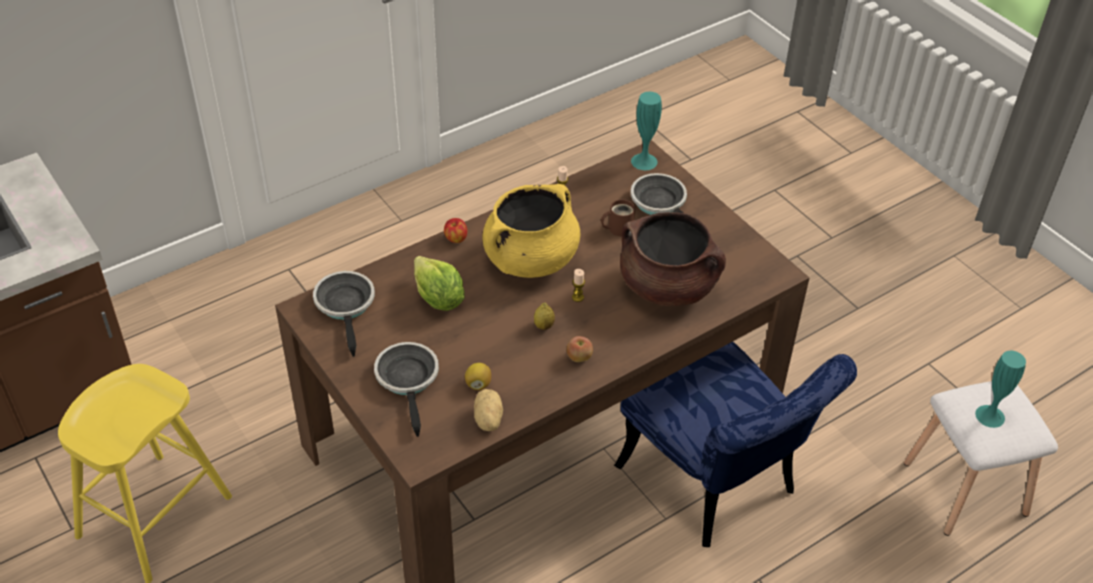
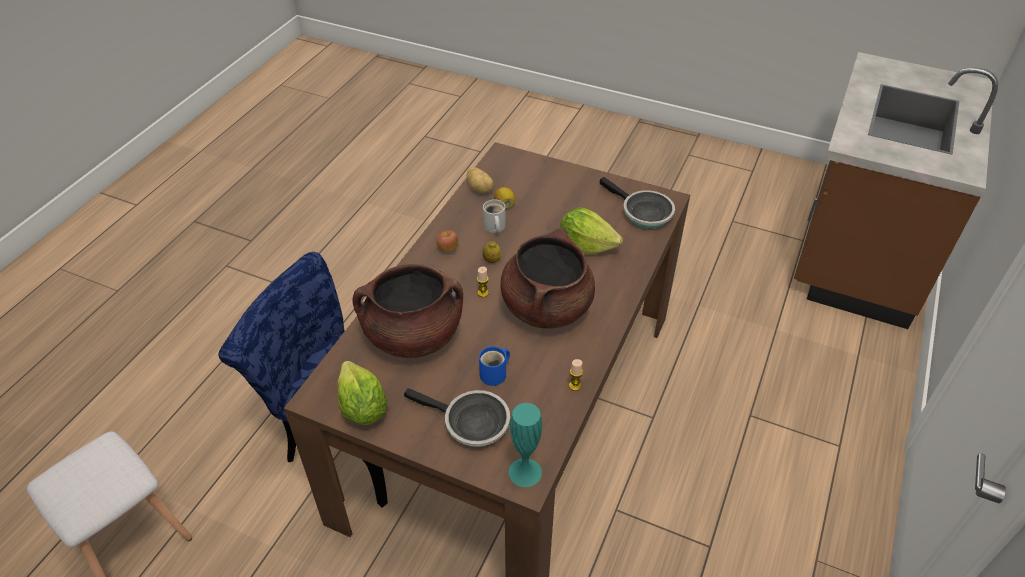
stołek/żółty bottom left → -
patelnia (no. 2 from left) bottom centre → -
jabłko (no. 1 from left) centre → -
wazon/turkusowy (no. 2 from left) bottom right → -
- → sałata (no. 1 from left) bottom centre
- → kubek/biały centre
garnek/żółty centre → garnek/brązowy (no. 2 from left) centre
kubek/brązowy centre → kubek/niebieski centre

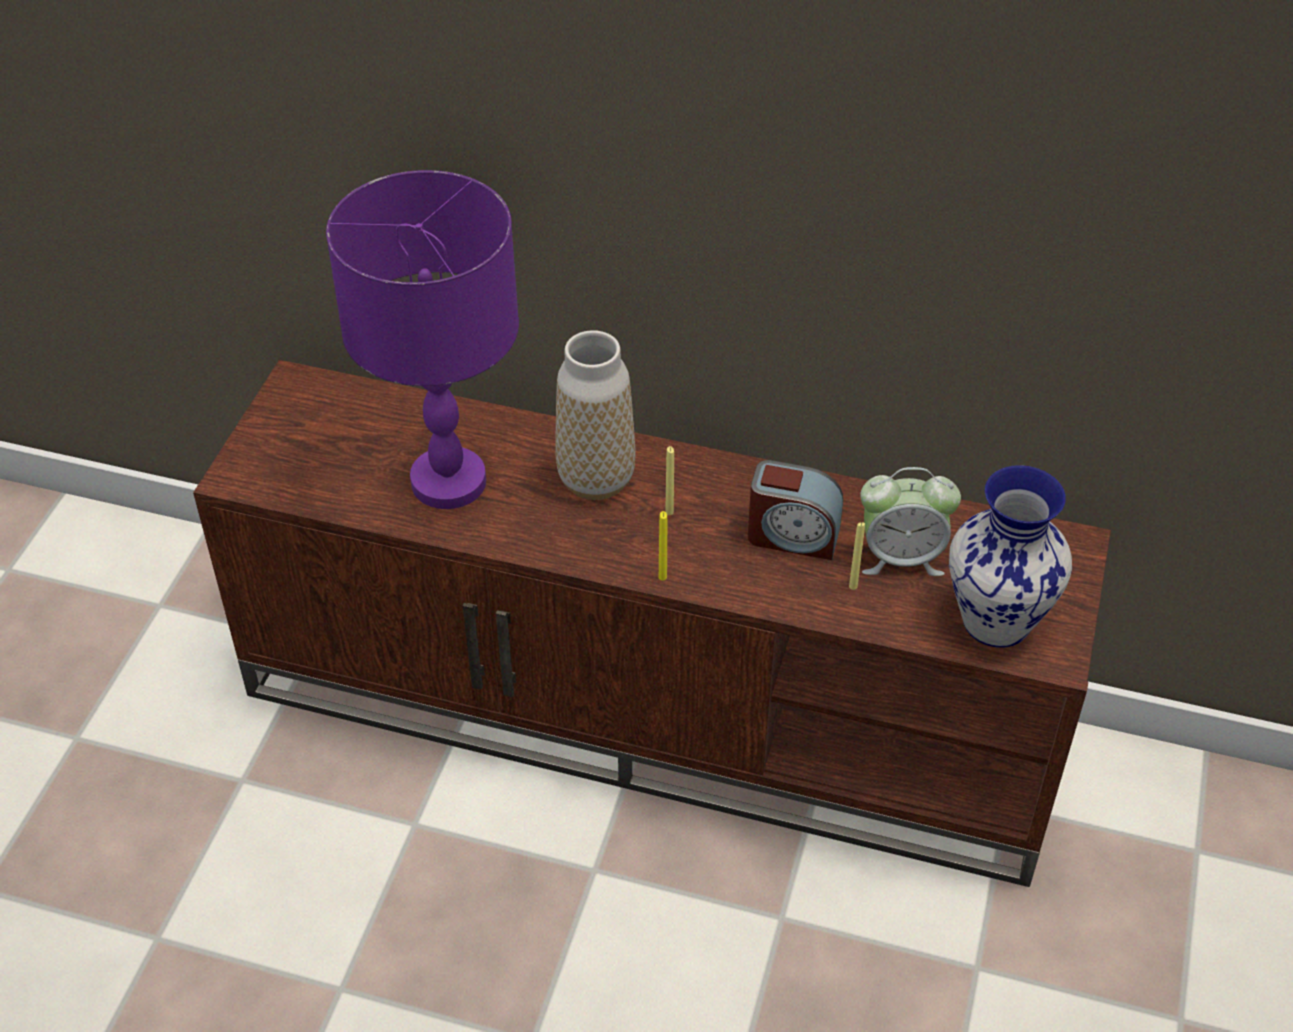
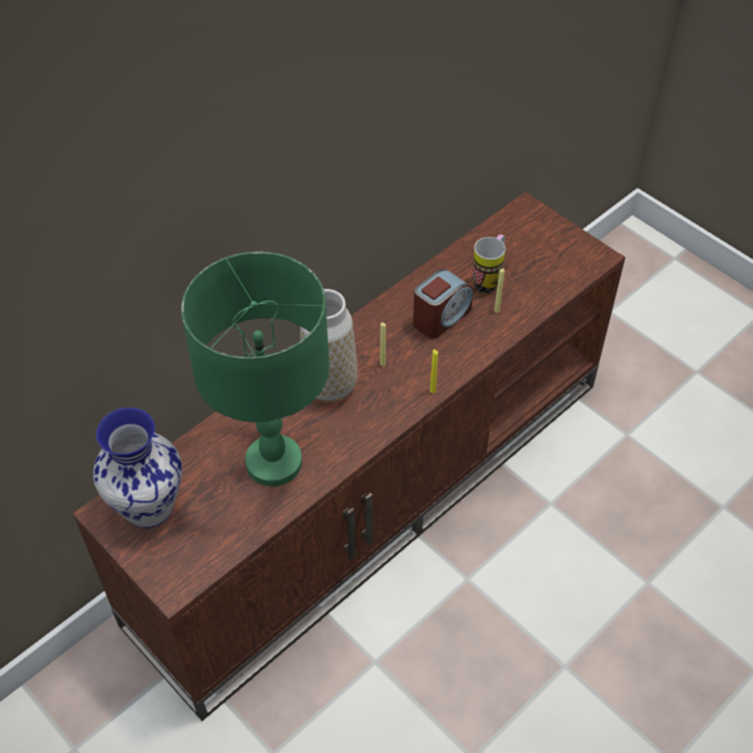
wazon (no. 2 from left in the first image) middle right → wazon (no. 1 from left) middle left, shifted
budzik (no. 2 from left) middle right → kubek centre
lampa stołowa/fioletowy top left → lampa stołowa/zielony centre

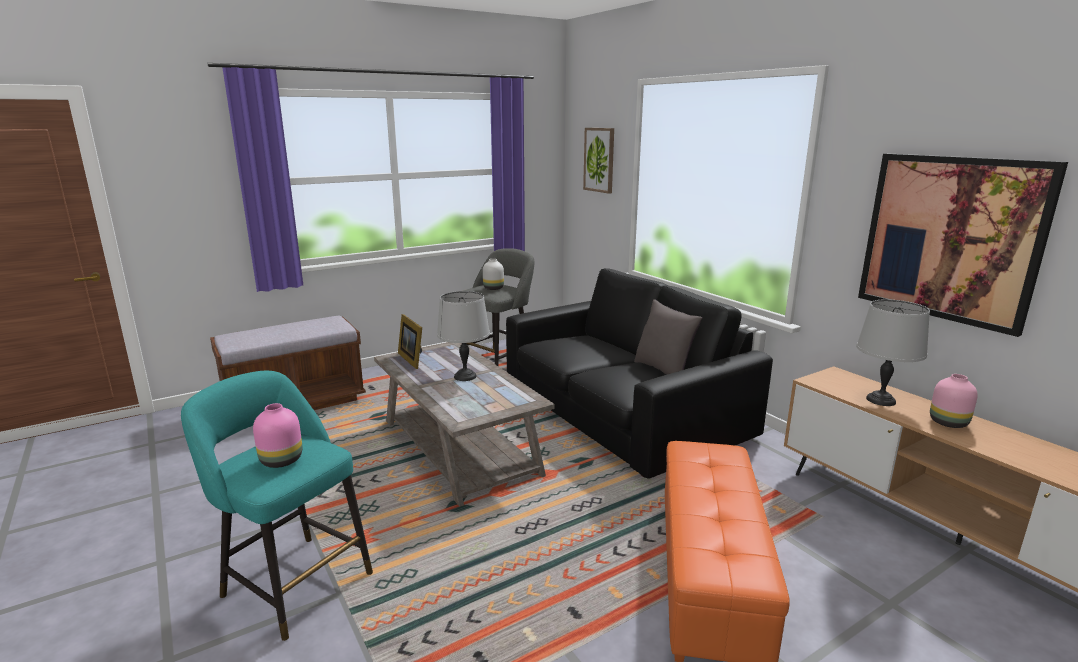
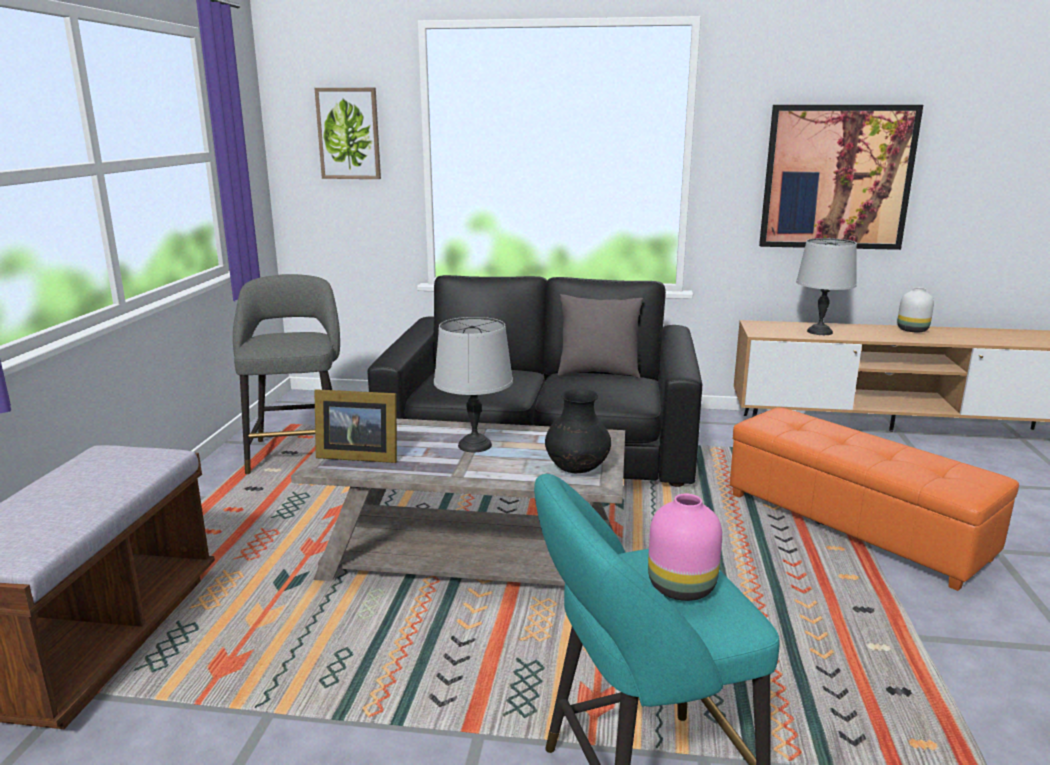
wazon/różowy (no. 2 from left) middle right → -
- → wazon/czarny centre
wazon/biały centre → wazon/biały middle right, shifted

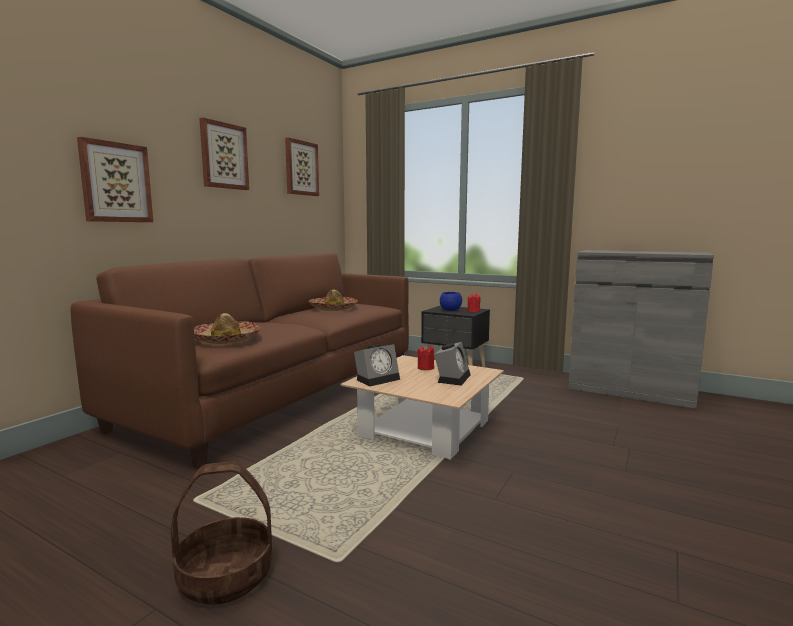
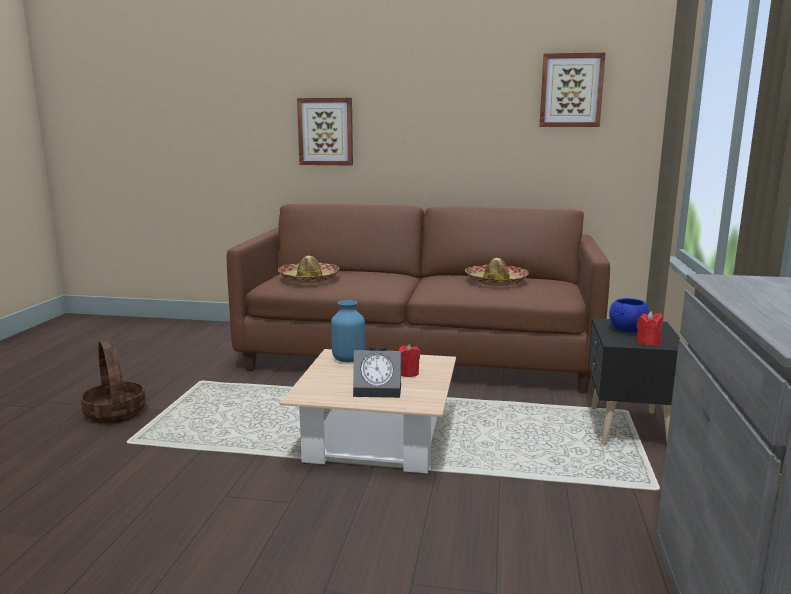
obraz (no. 2 from left) top left → -
budzik (no. 1 from left) centre → wazon/niebieski centre

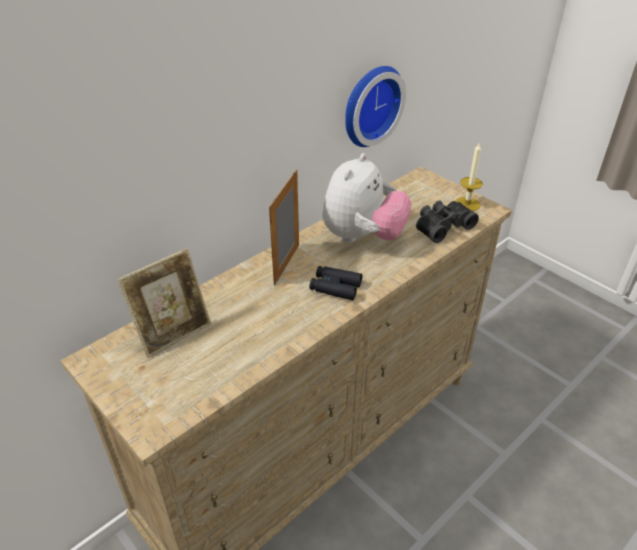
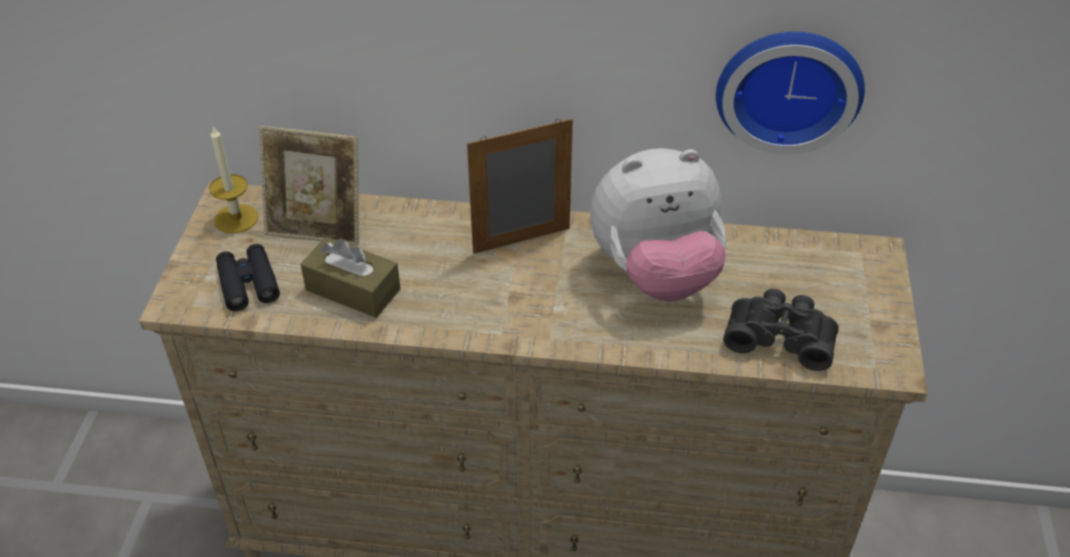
- → pudełko chusteczek/brązowy middle left
lornetka/czarny (no. 1 from left) centre → lornetka/czarny (no. 1 from left) middle left, shifted
świeca top right → świeca top left, shifted

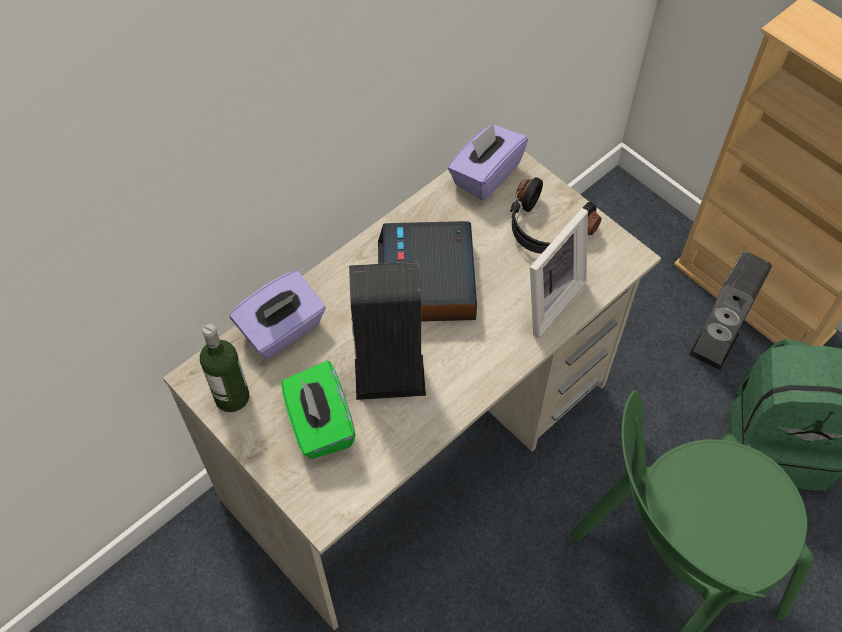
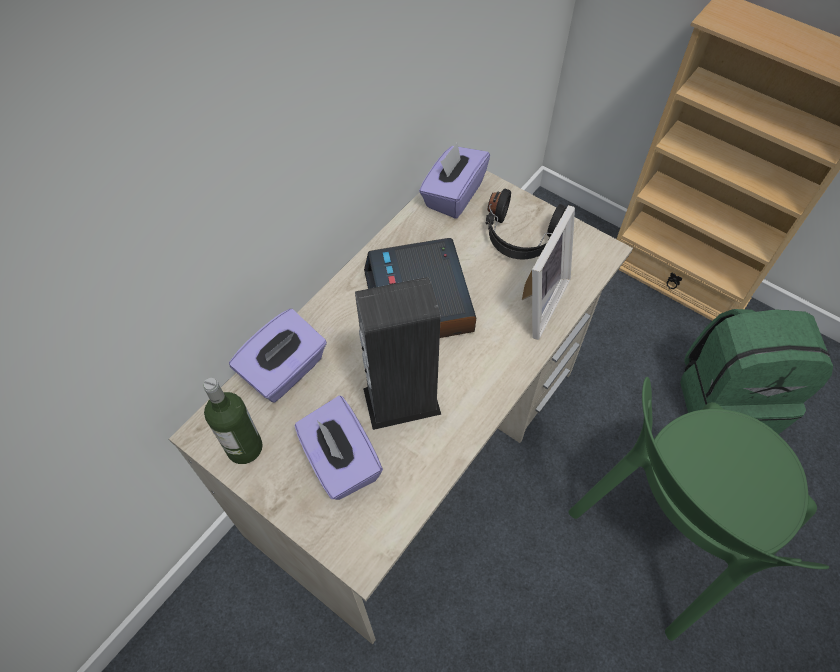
głośnik (no. 2 from left) middle right → -
pudełko chusteczek/zielony centre → pudełko chusteczek/fioletowy (no. 2 from left) bottom centre

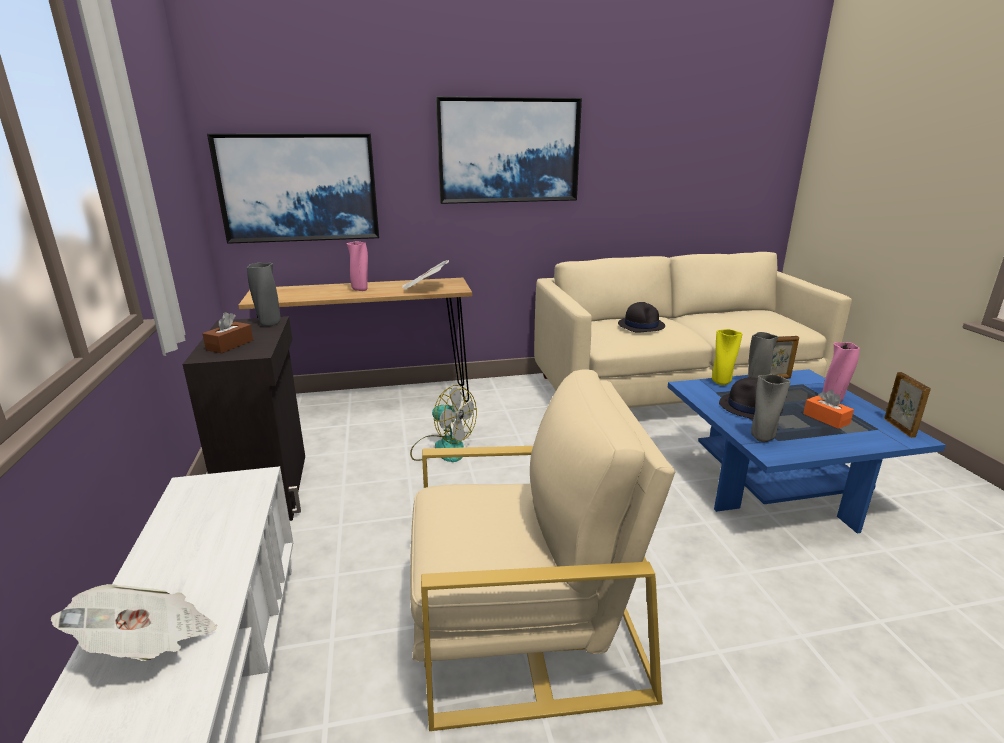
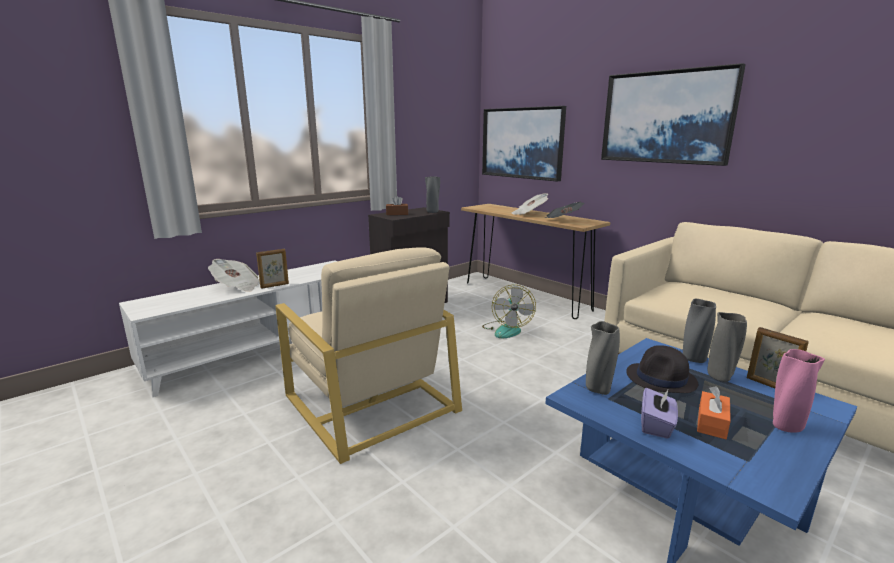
kapelusz/czarny (no. 1 from left) centre → -
- → pudełko chusteczek/fioletowy bottom right
ramka na zdjęcie (no. 2 from left in the first image) middle right → ramka na zdjęcie (no. 1 from left) middle left, shifted
wazon/różowy (no. 1 from left) centre → gazeta (no. 2 from left) centre
wazon/żółty middle right → wazon/szary (no. 3 from left) middle right

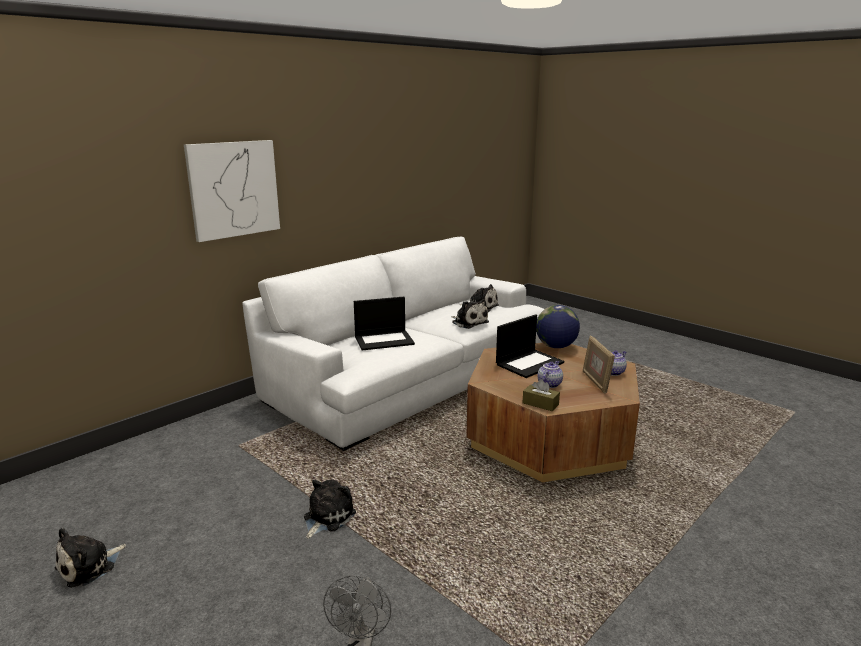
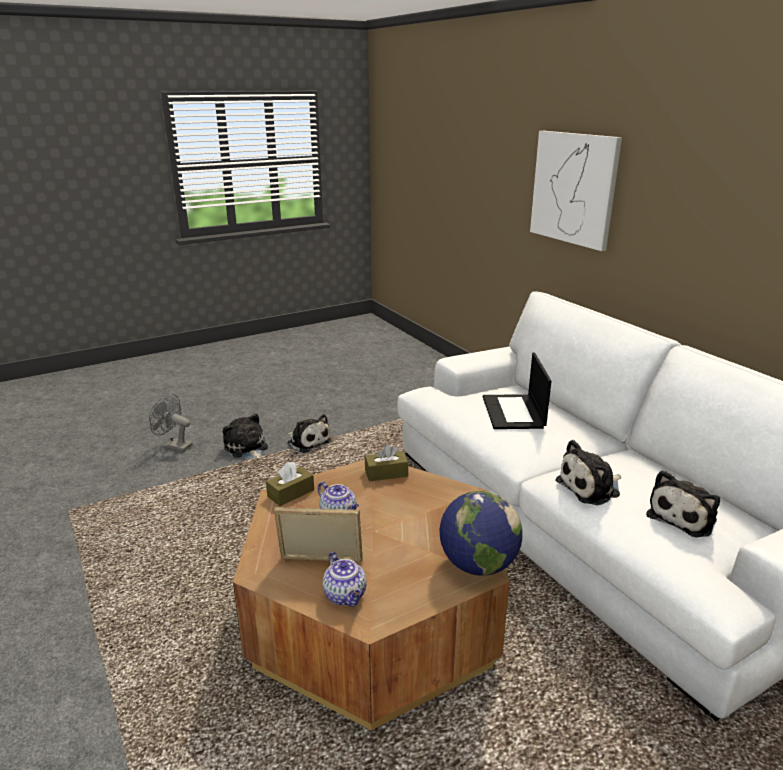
laptop (no. 2 from left) centre → -
- → pudełko chusteczek/brązowy (no. 2 from left) centre
pluszak (no. 1 from left) bottom left → pluszak (no. 1 from left) middle left, shifted

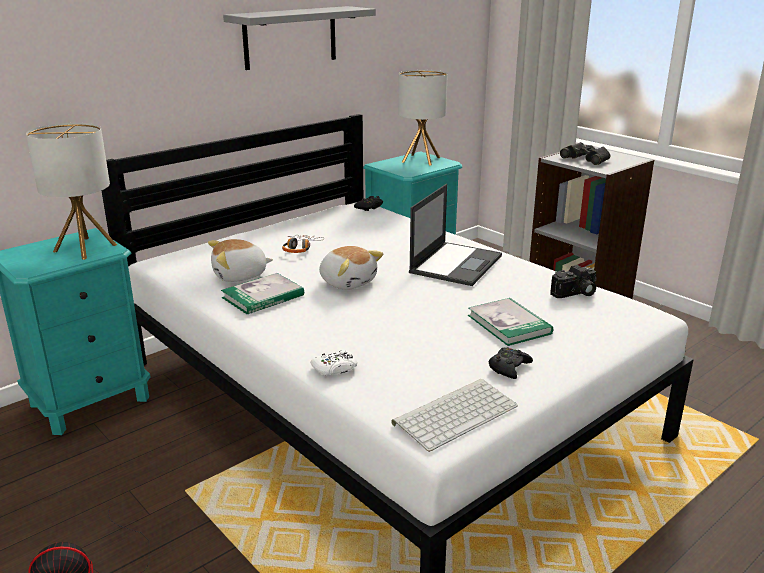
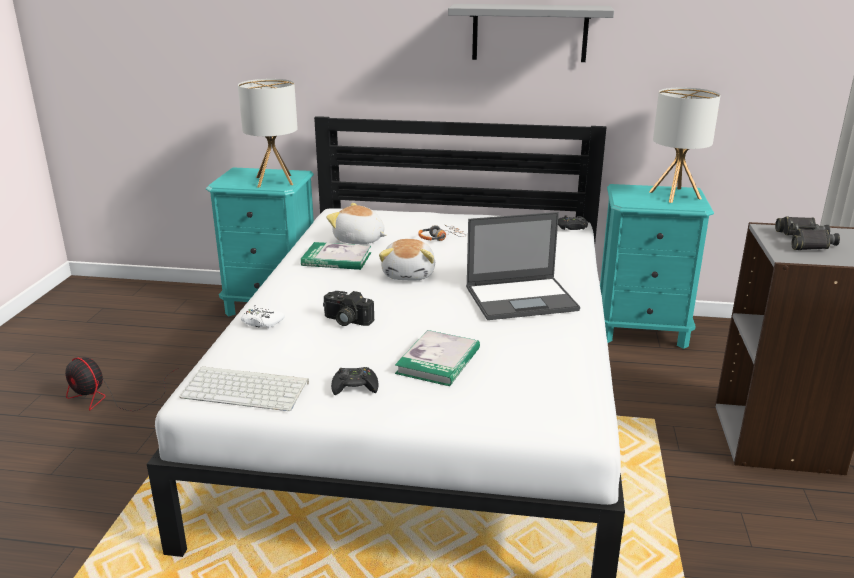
aparat fotograficzny middle right → aparat fotograficzny centre, shifted

